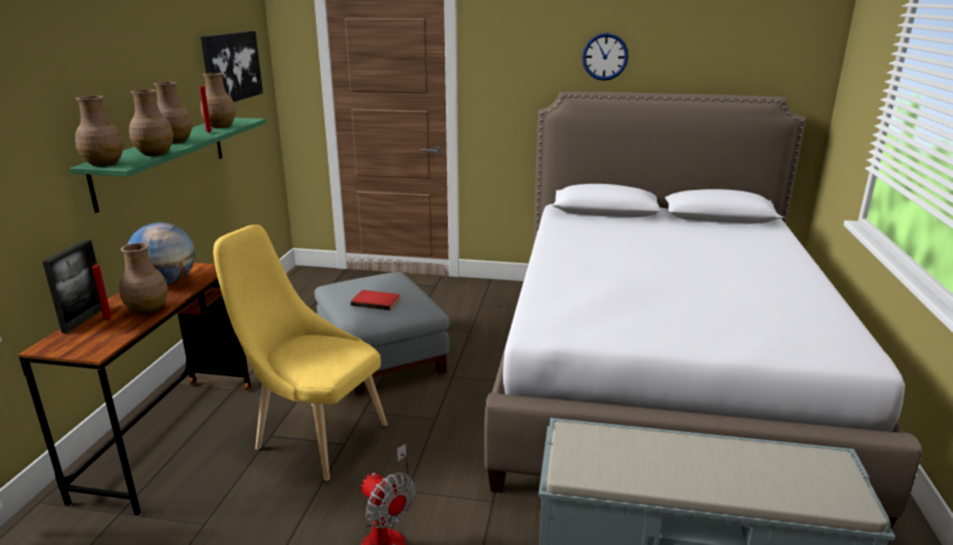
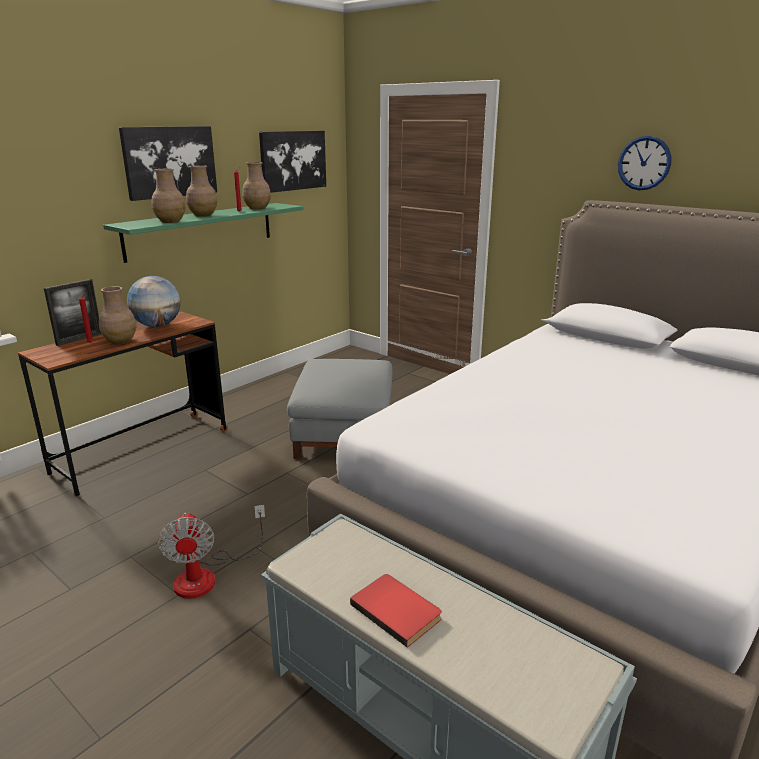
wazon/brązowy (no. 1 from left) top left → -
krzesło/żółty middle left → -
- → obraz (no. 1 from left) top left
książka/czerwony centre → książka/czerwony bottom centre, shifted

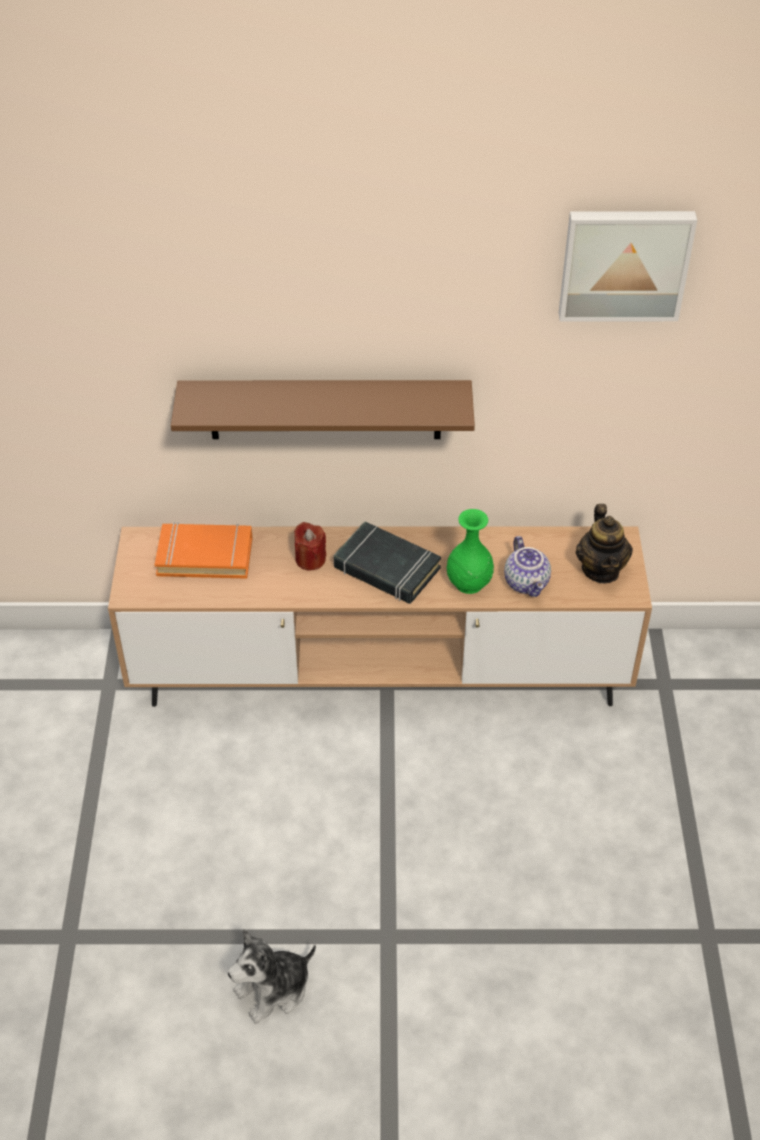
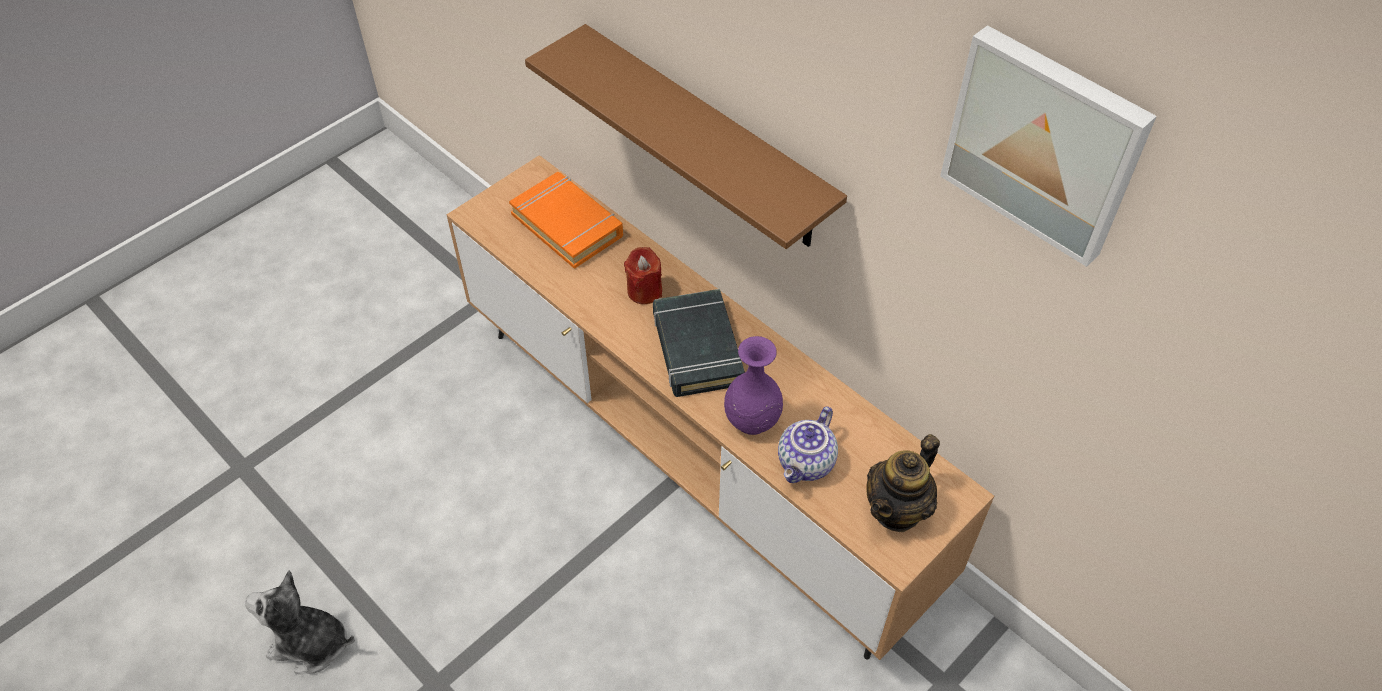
wazon/zielony centre → wazon/fioletowy centre

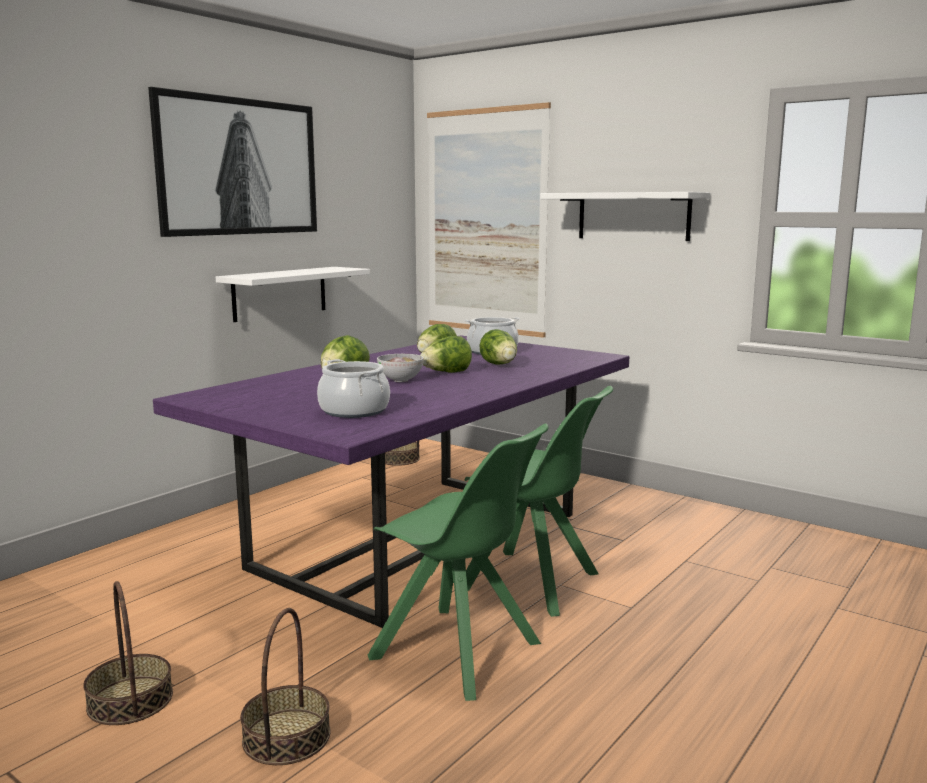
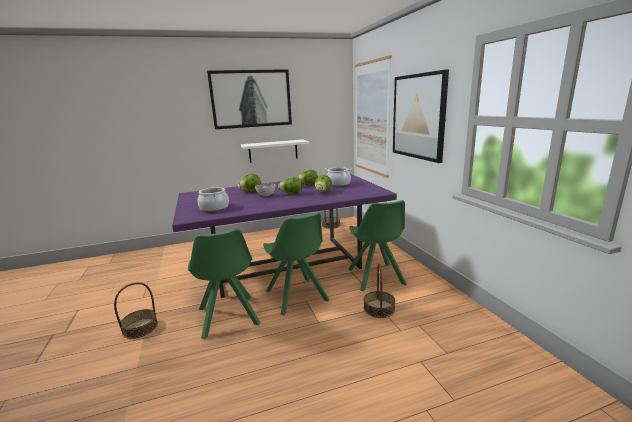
- → krzesło/zielony (no. 3 from left) centre
koszyk (no. 1 from left in the first image) bottom left → koszyk (no. 3 from left) bottom centre, shifted
półka/biały (no. 2 from left) top right → obraz (no. 3 from left) top centre

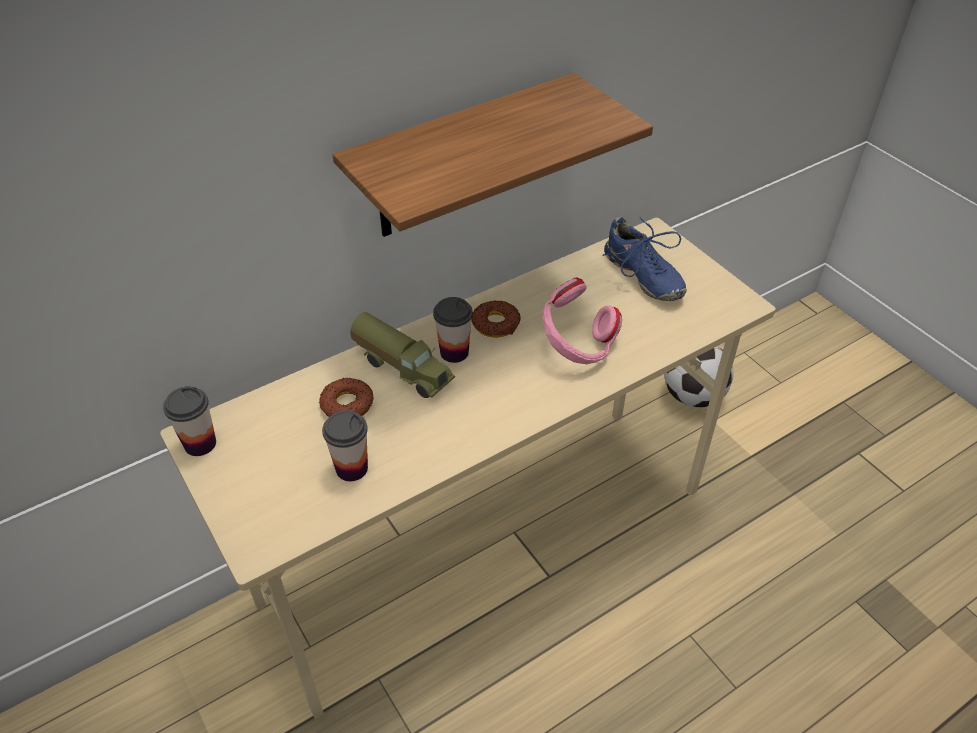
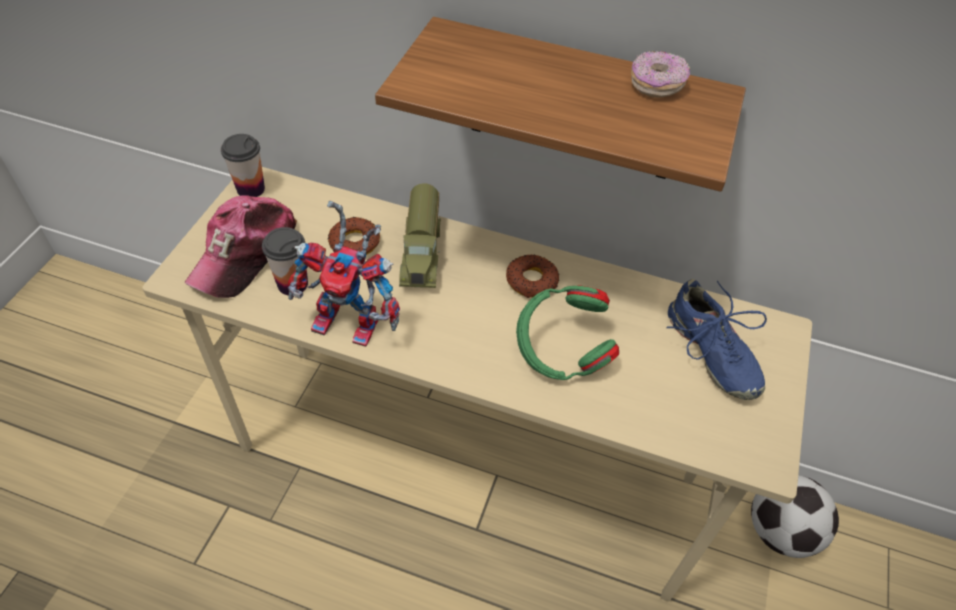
filiżanka (no. 3 from left) centre → -
- → czapka z daszkiem middle left
- → robot zabawkowy centre
- → donut (no. 3 from left) top right
słuchawki/różowy centre → słuchawki/zielony centre
but/niebieski centre → but/niebieski middle right, 45 degrees counterclockwise

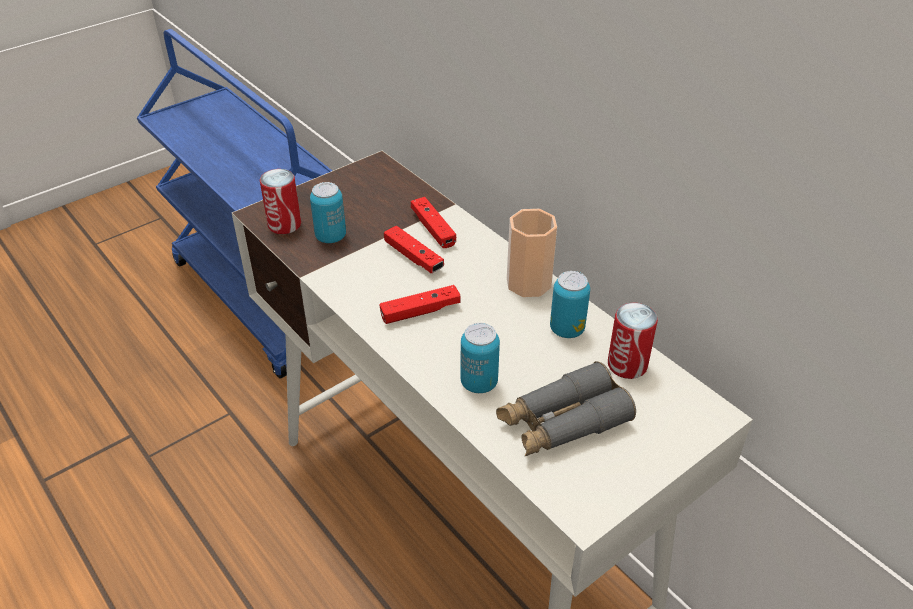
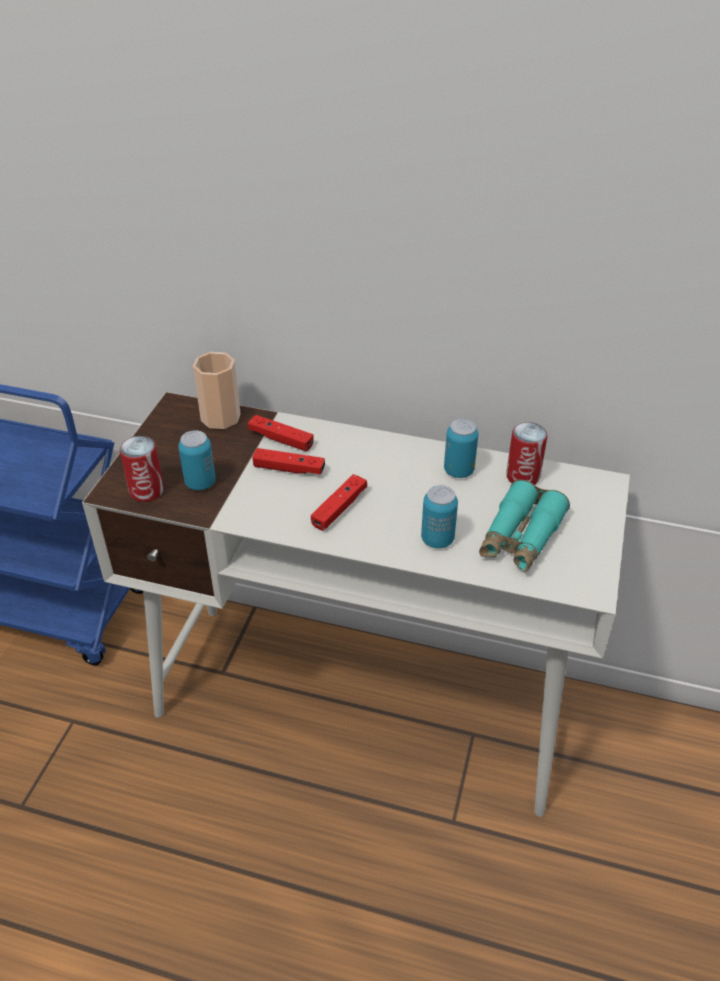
filiżanka centre → filiżanka middle left, shifted
lornetka/szary bottom centre → lornetka/turkusowy middle right

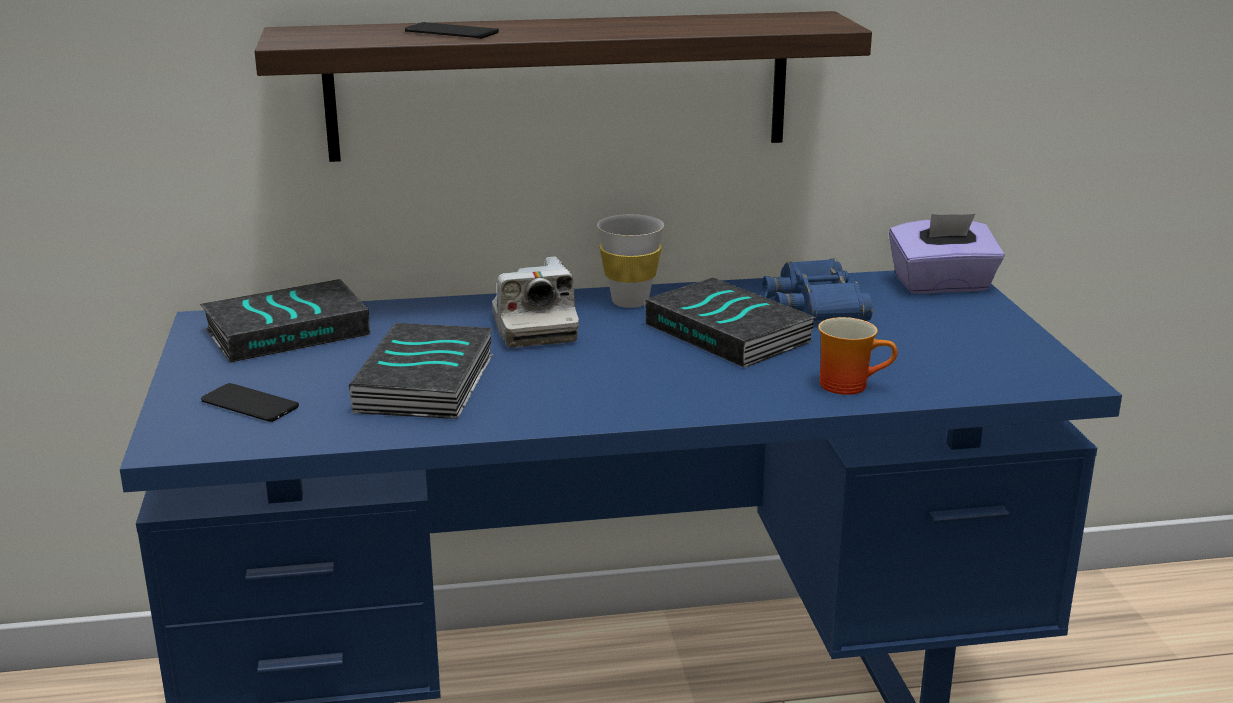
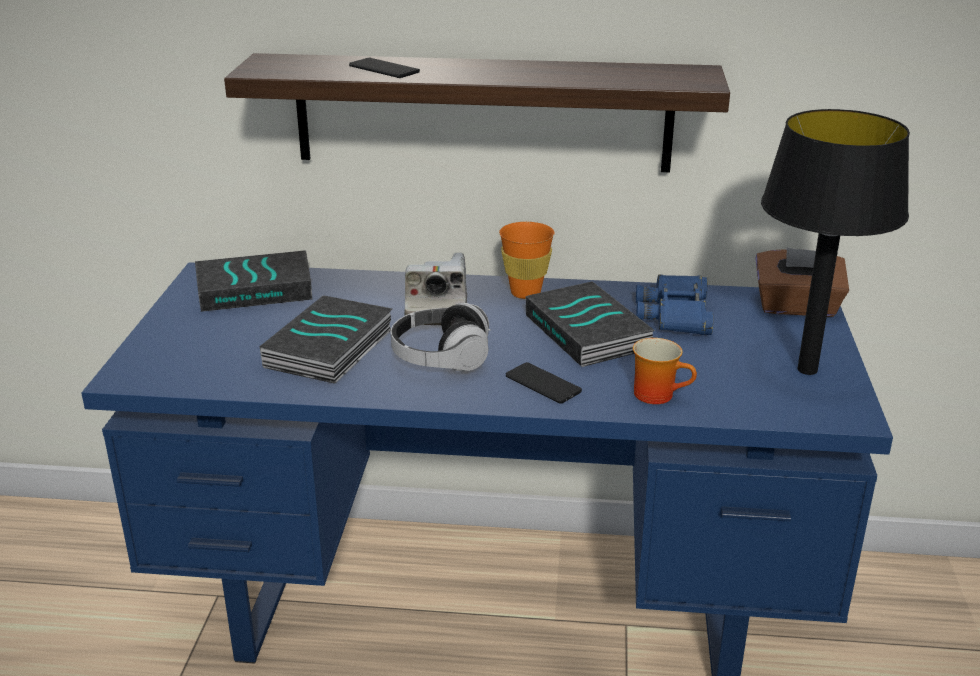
- → słuchawki centre
- → lampa stołowa/czarny middle right
telefon (no. 1 from left in the first image) middle left → telefon (no. 2 from left) centre, shifted
filiżanka/biały centre → filiżanka/pomarańczowy centre
pudełko chusteczek/fioletowy middle right → pudełko chusteczek/brązowy middle right

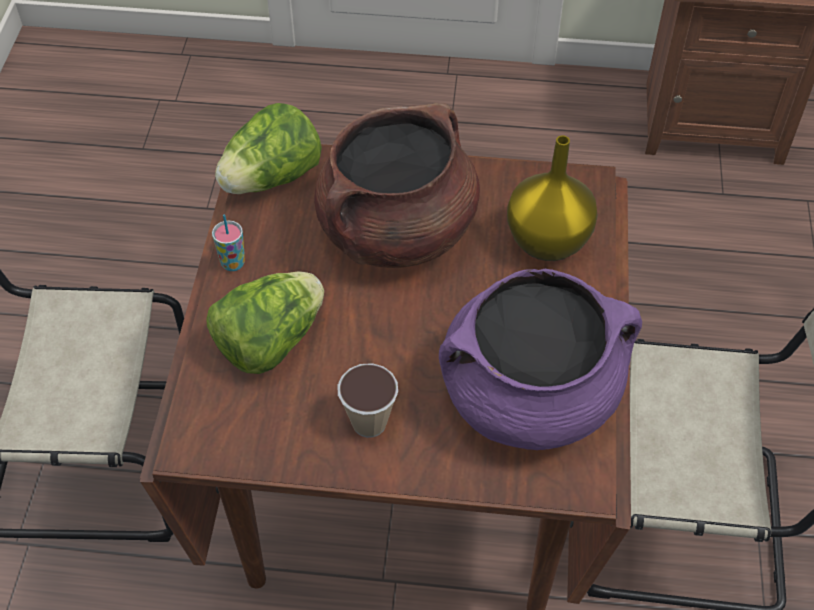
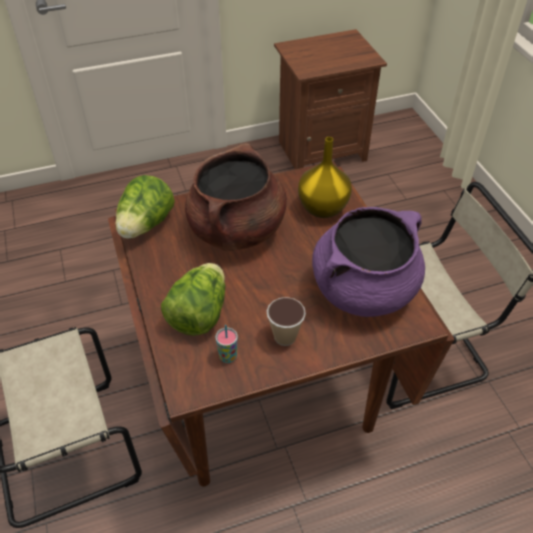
filiżanka (no. 1 from left) middle left → filiżanka (no. 1 from left) centre, shifted

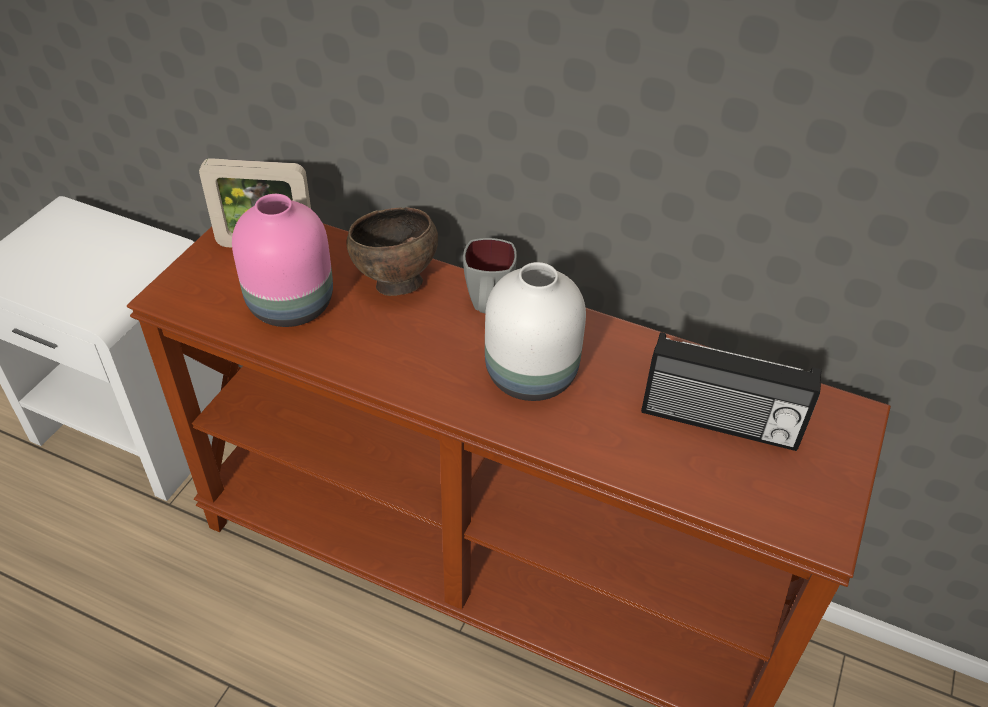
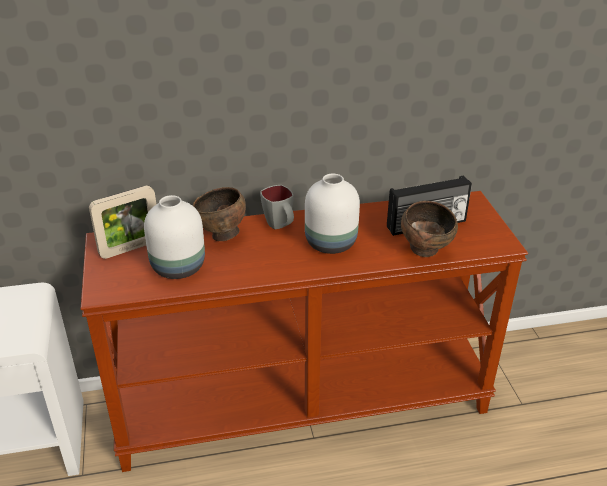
- → miska/brązowy (no. 2 from left) middle right
wazon/różowy middle left → wazon/biały (no. 1 from left) middle left

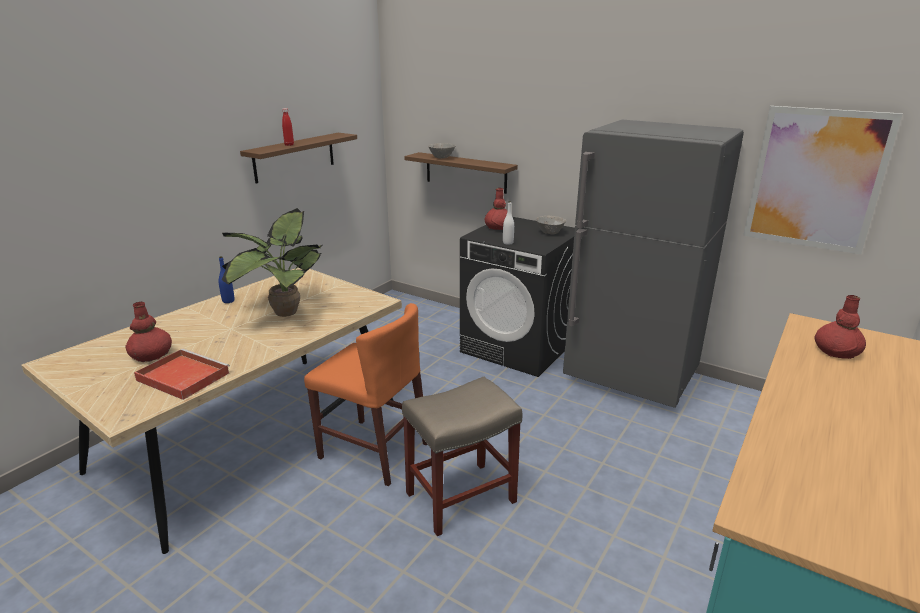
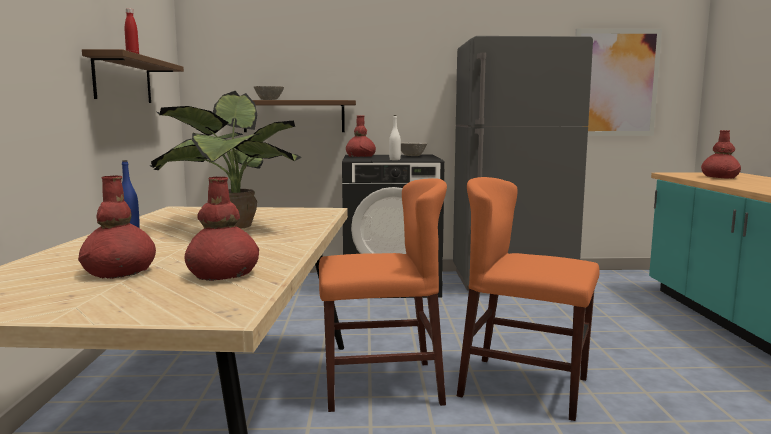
taca/czerwony middle left → wazon/czerwony (no. 2 from left) middle left
stołek/beżowy bottom centre → krzesło/pomarańczowy (no. 2 from left) bottom right

